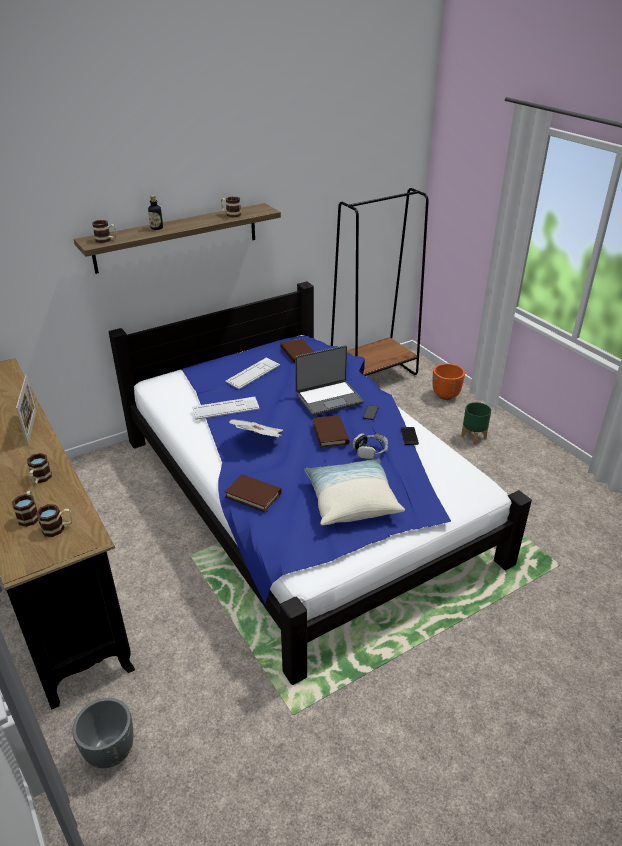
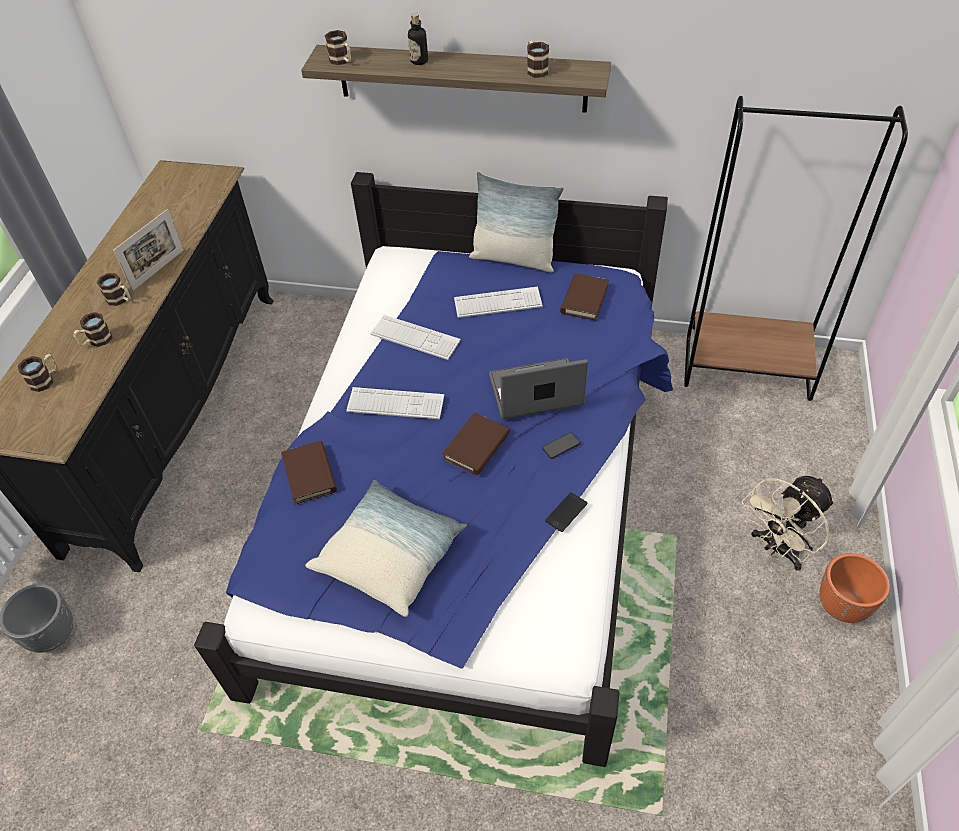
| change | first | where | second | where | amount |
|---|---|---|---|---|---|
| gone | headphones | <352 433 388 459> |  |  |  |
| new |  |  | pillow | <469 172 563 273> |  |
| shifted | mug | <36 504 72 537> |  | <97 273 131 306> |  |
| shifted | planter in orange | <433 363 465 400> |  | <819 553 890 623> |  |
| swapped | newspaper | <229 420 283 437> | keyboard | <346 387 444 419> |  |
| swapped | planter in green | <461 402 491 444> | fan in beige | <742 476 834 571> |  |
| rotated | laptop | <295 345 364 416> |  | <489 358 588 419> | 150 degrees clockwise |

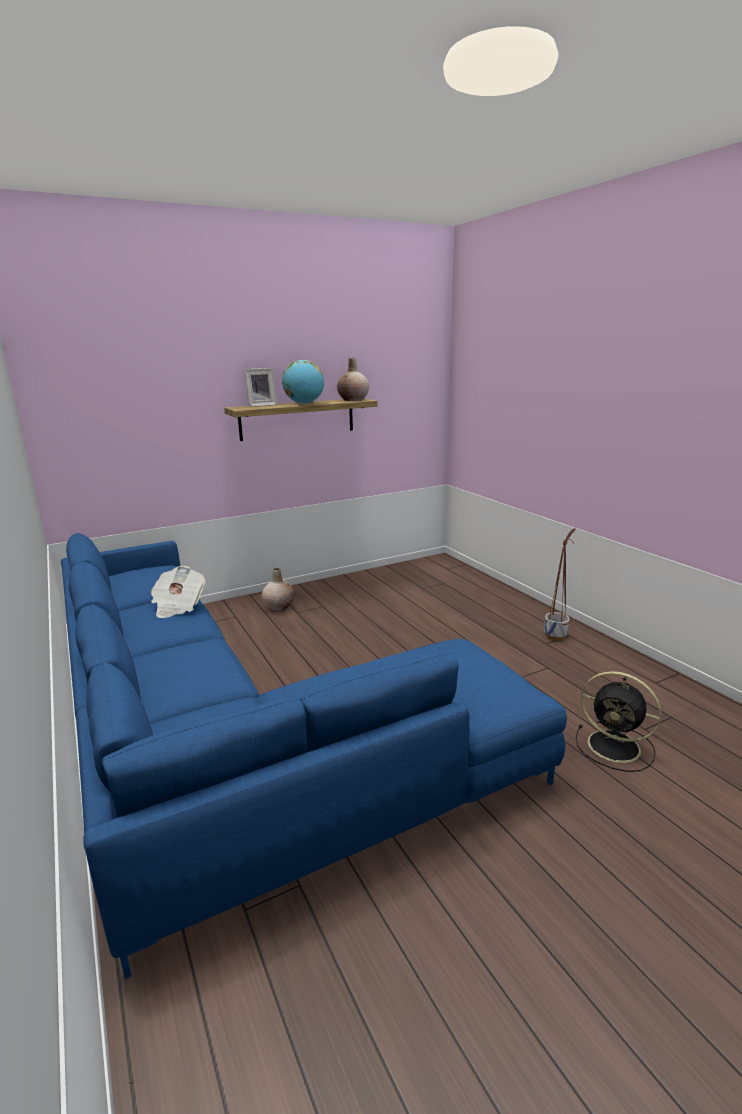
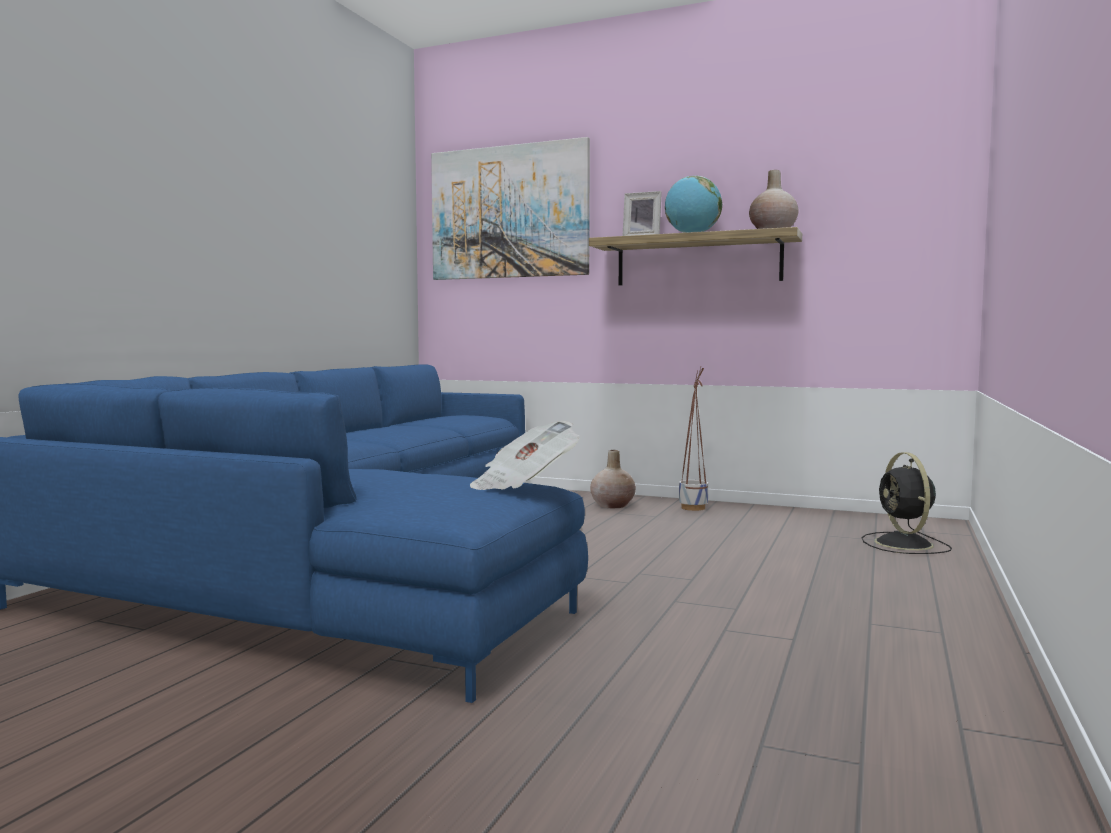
| change | first | where | second | where | amount |
|---|---|---|---|---|---|
| new |  |  | picture | <431 137 590 280> |  |
| shifted | newspaper | <151 566 206 618> |  | <470 421 579 490> |  |
| shifted | planter | <544 528 576 641> |  | <679 367 708 511> |  |
| shifted | fan in black | <576 671 661 772> |  | <861 452 952 554> |  |

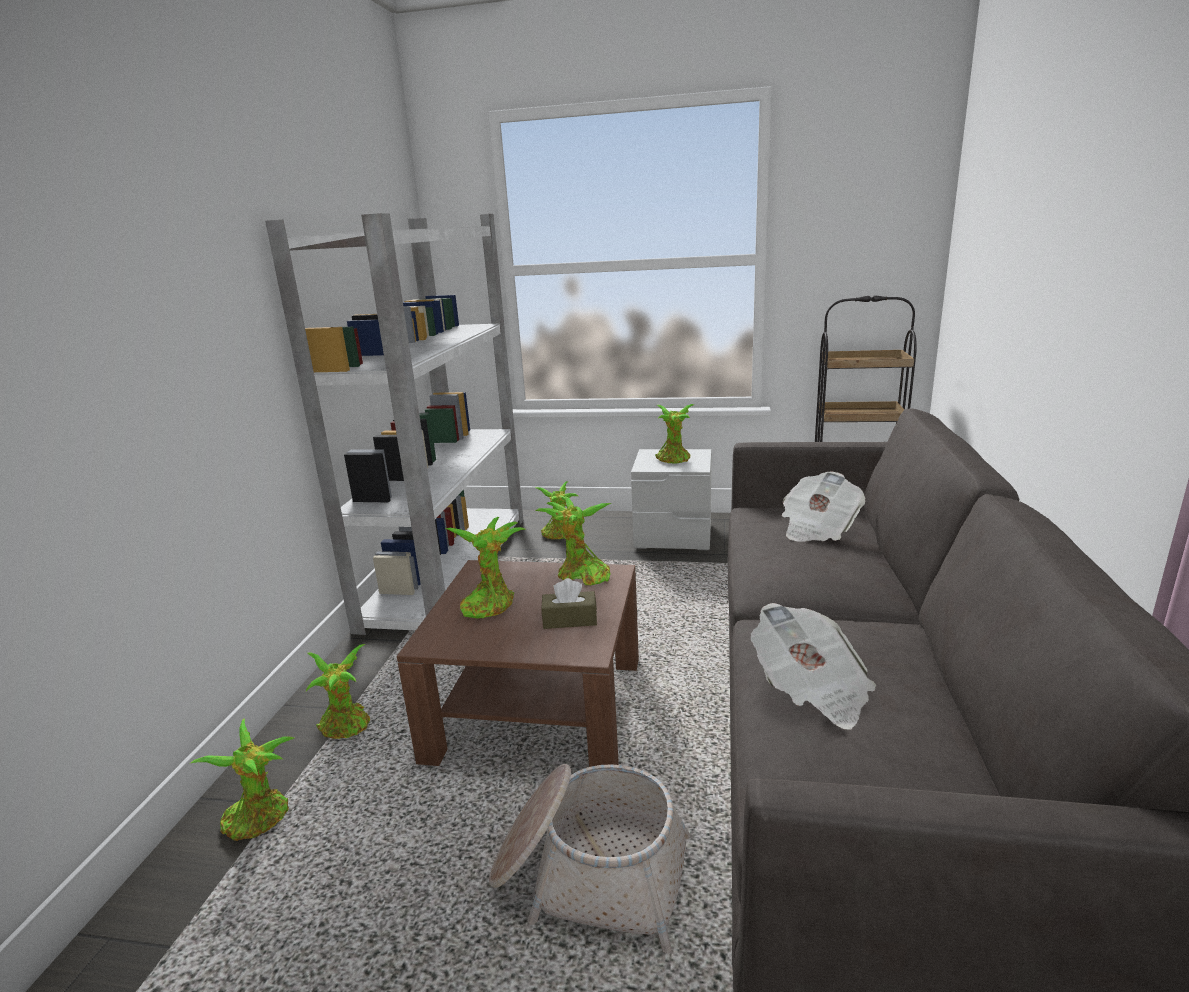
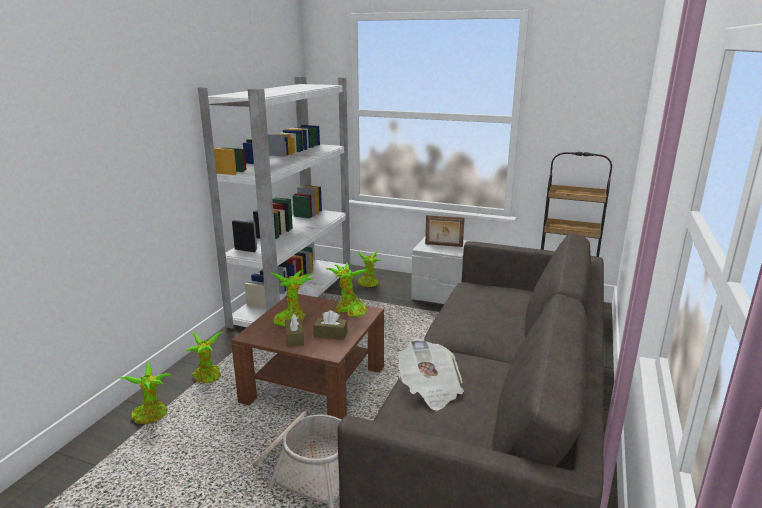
| change | first | where | second | where | amount |
|---|---|---|---|---|---|
| gone | newspaper | <782 471 865 542> |  |  |  |
| new |  |  | tissue box in brown | <285 314 304 347> |  |
| swapped | potted plant | <655 404 694 463> | picture frame | <425 215 465 247> |  |

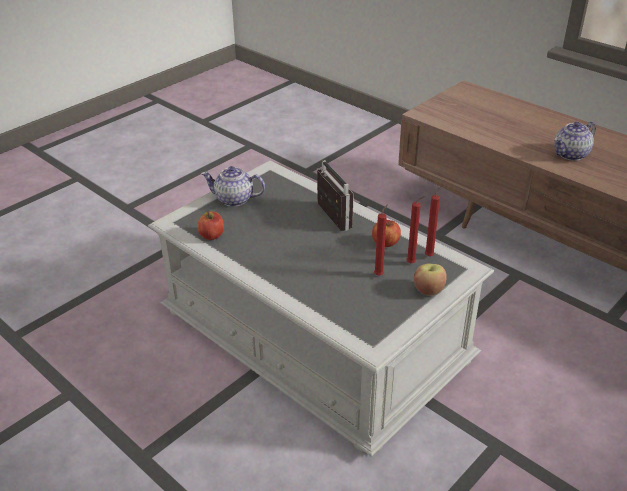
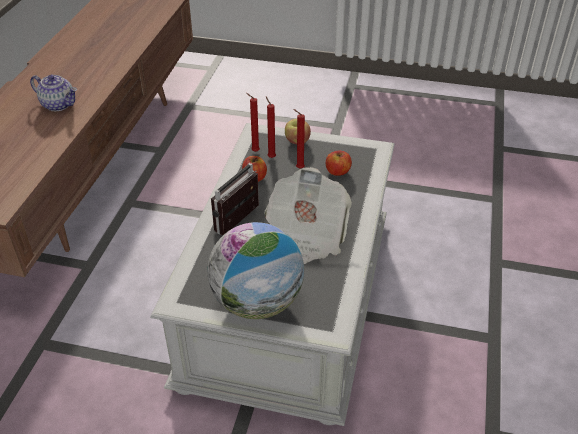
| change | first | where | second | where | amount |
|---|---|---|---|---|---|
| new |  |  | newspaper | <264 167 352 264> |  |
| shifted | apple | <197 211 224 240> |  | <326 151 352 176> |  |
| swapped | teapot | <201 166 265 207> | globe | <208 222 304 319> |  |

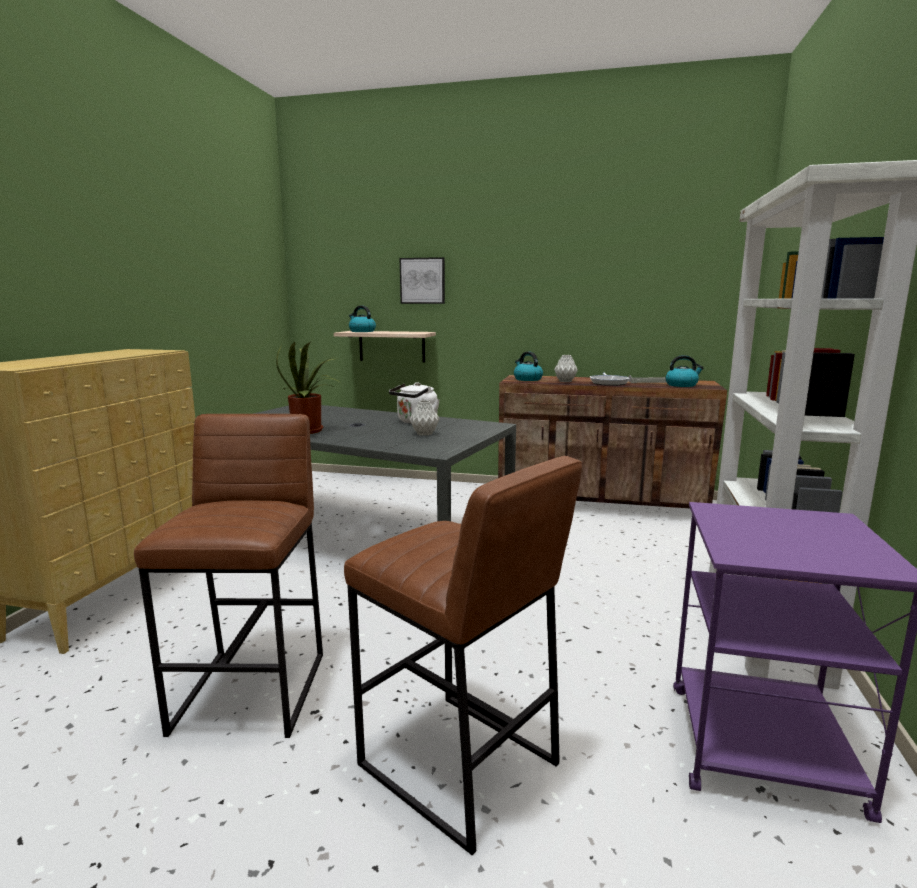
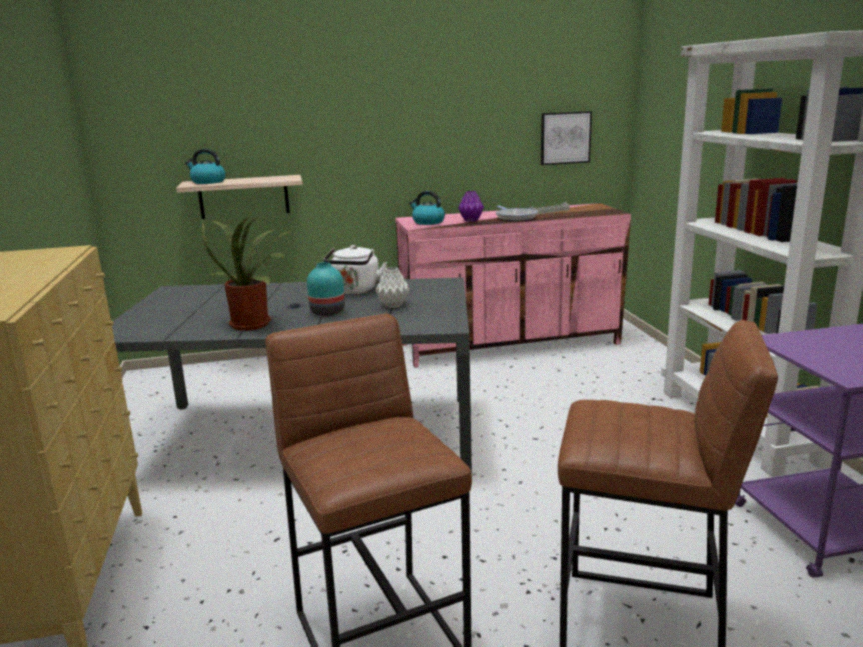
| change | first | where | second | where | amount |
|---|---|---|---|---|---|
| gone | kettle | <665 355 704 387> |  |  |  |
| new |  |  | vase in turquoise | <307 262 345 316> |  |
| shifted | picture | <400 257 445 304> |  | <541 111 592 165> |  |
| repainted | cabinet in brown | <498 375 727 508> | cabinet in pink | <395 203 631 368> |  |
| repainted | vase in grey | <554 355 578 382> | vase in purple | <458 191 484 222> |  |

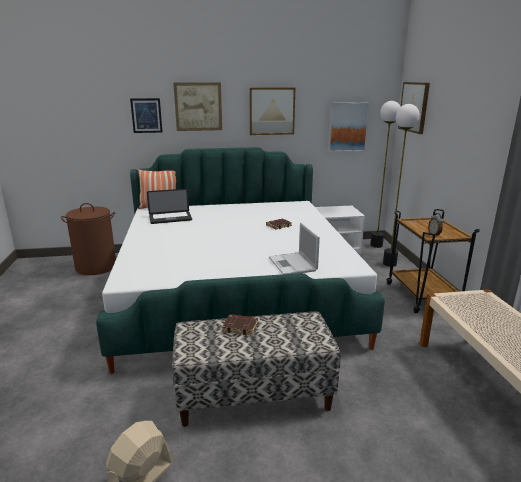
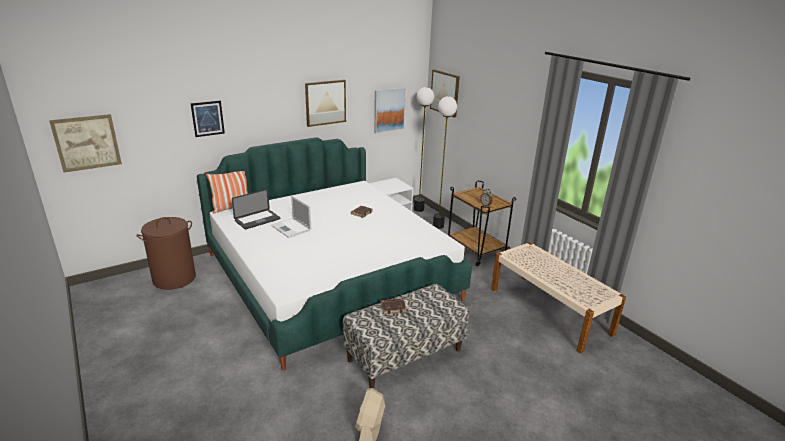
| change | first | where | second | where | amount |
|---|---|---|---|---|---|
| shifted | picture | <173 82 222 131> |  | <49 114 122 173> |  |
| shifted | laptop | <269 223 320 274> |  | <271 196 311 238> |  |

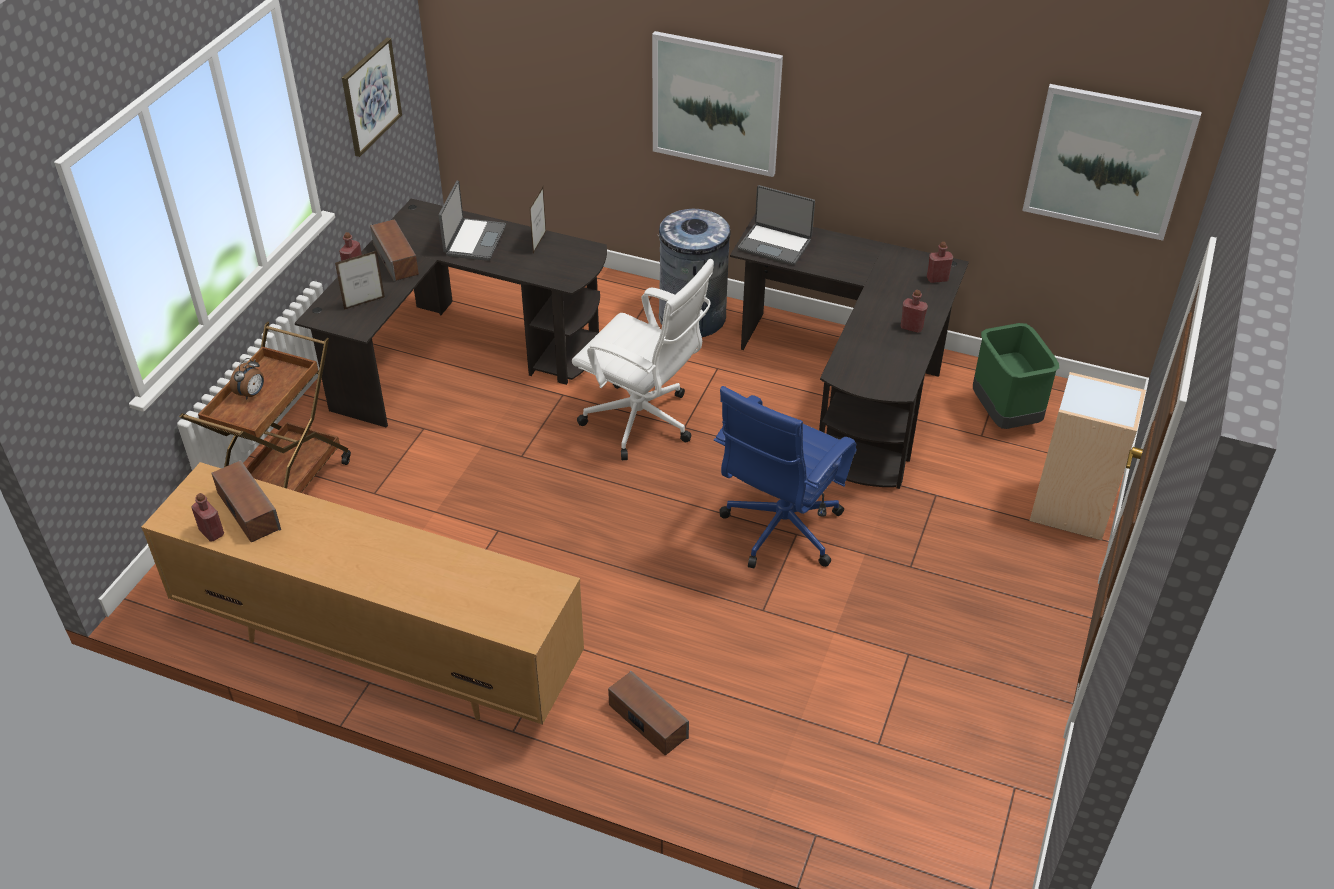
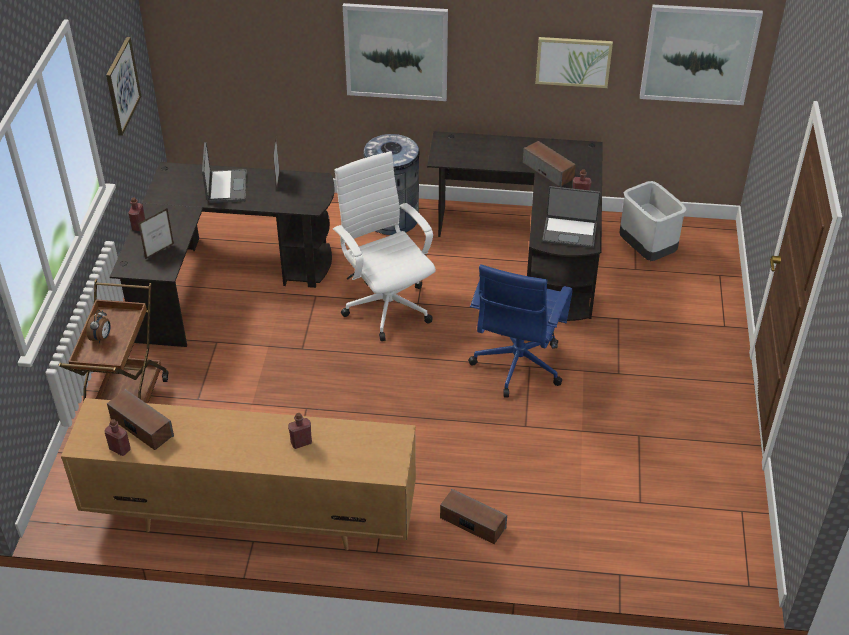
| change | first | where | second | where | amount |
|---|---|---|---|---|---|
| gone | bookcase | <1030 372 1146 540> |  |  |  |
| new |  |  | picture | <535 37 613 88> |  |
| shifted | speaker | <370 219 419 282> |  | <523 141 576 187> |  |
| shifted | laptop | <738 185 815 265> |  | <542 186 600 248> |  |
| shifted | bottle in red | <927 242 953 283> |  | <288 413 312 449> |  |
| repainted | trash can in green | <973 323 1059 429> | trash can in grey | <619 181 687 261> |  |
| rotated | office chair in white | <572 259 714 460> |  | <333 151 436 341> | 135 degrees counterclockwise |

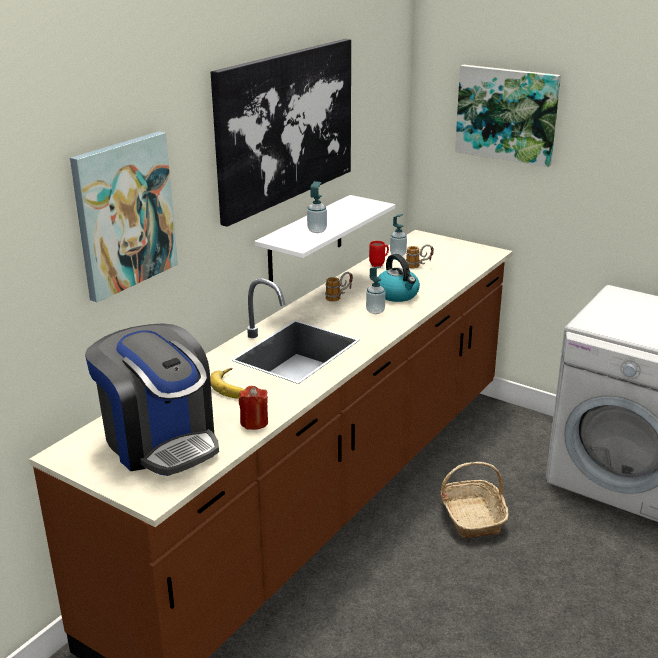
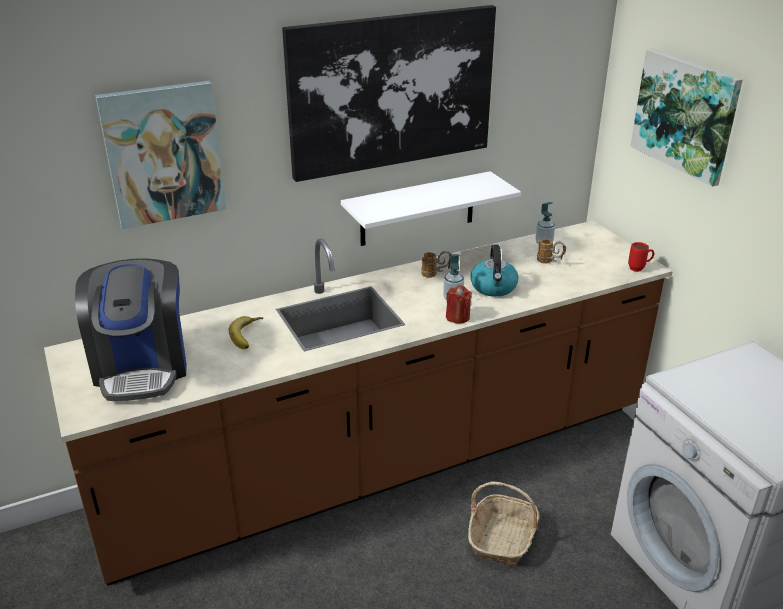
| change | first | where | second | where | amount |
|---|---|---|---|---|---|
| gone | soap dispenser | <307 181 327 233> |  |  |  |
| shifted | candle in red | <239 386 268 430> |  | <446 285 472 323> |  |
| shifted | mug in red | <369 241 389 267> |  | <628 242 654 272> |  |

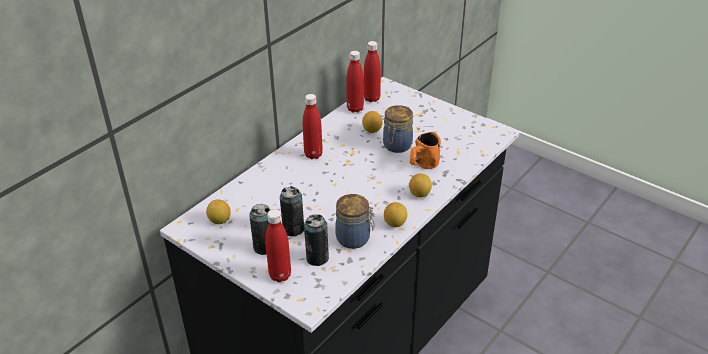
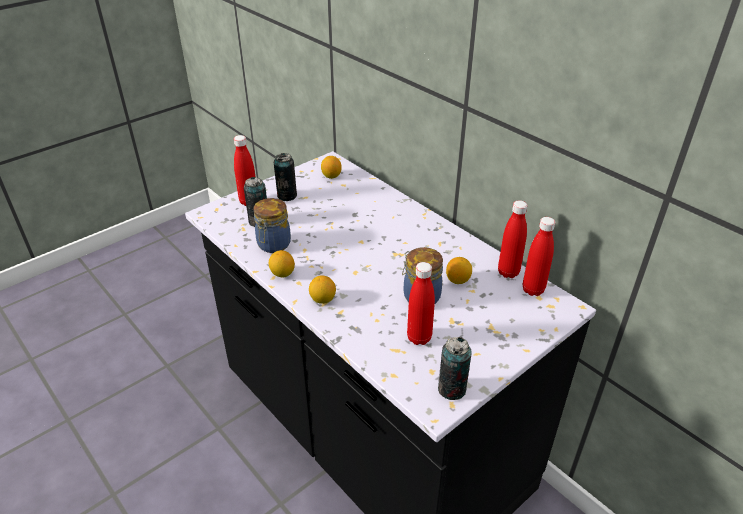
| change | first | where | second | where | amount |
|---|---|---|---|---|---|
| gone | mug in orange | <410 132 441 169> |  |  |  |
| shifted | can | <280 186 304 237> |  | <438 337 472 400> |  |
| shifted | bottle in red | <303 94 323 159> |  | <407 262 435 345> |  |

